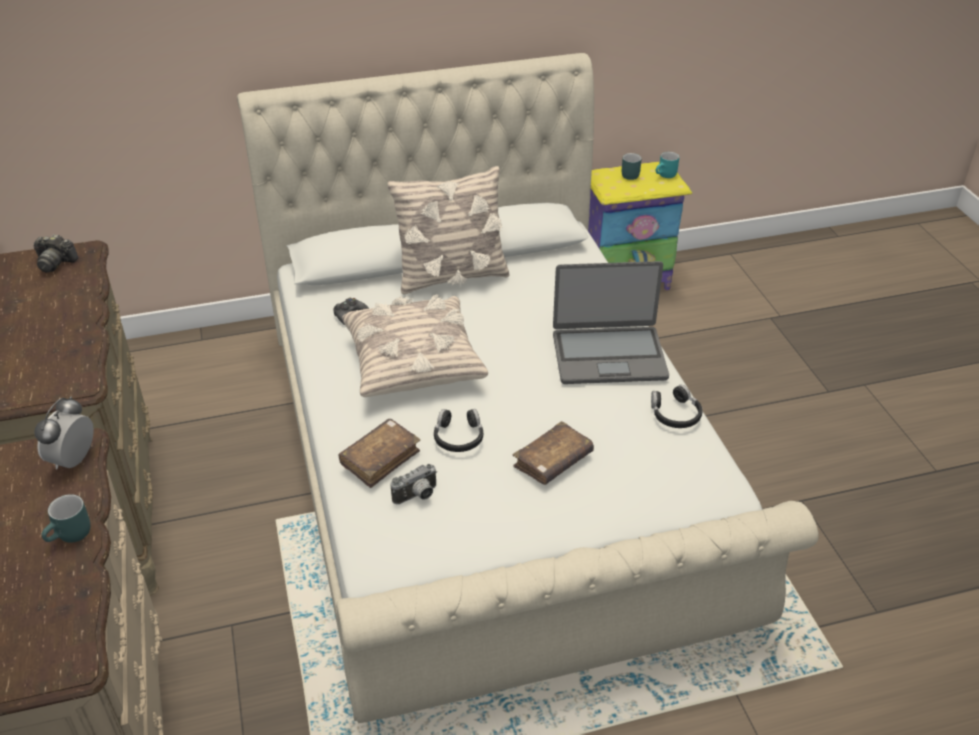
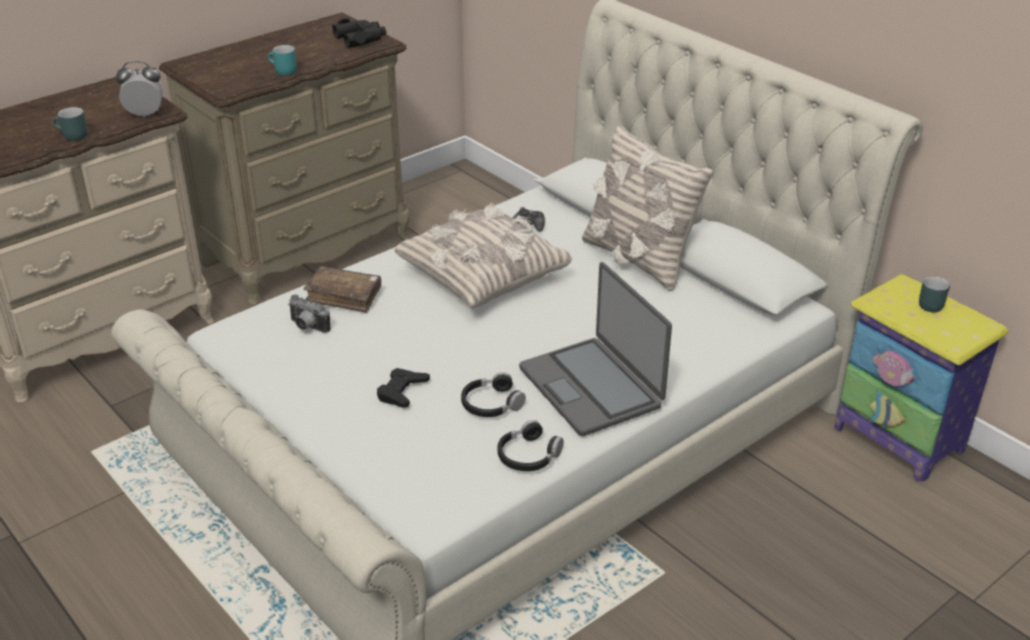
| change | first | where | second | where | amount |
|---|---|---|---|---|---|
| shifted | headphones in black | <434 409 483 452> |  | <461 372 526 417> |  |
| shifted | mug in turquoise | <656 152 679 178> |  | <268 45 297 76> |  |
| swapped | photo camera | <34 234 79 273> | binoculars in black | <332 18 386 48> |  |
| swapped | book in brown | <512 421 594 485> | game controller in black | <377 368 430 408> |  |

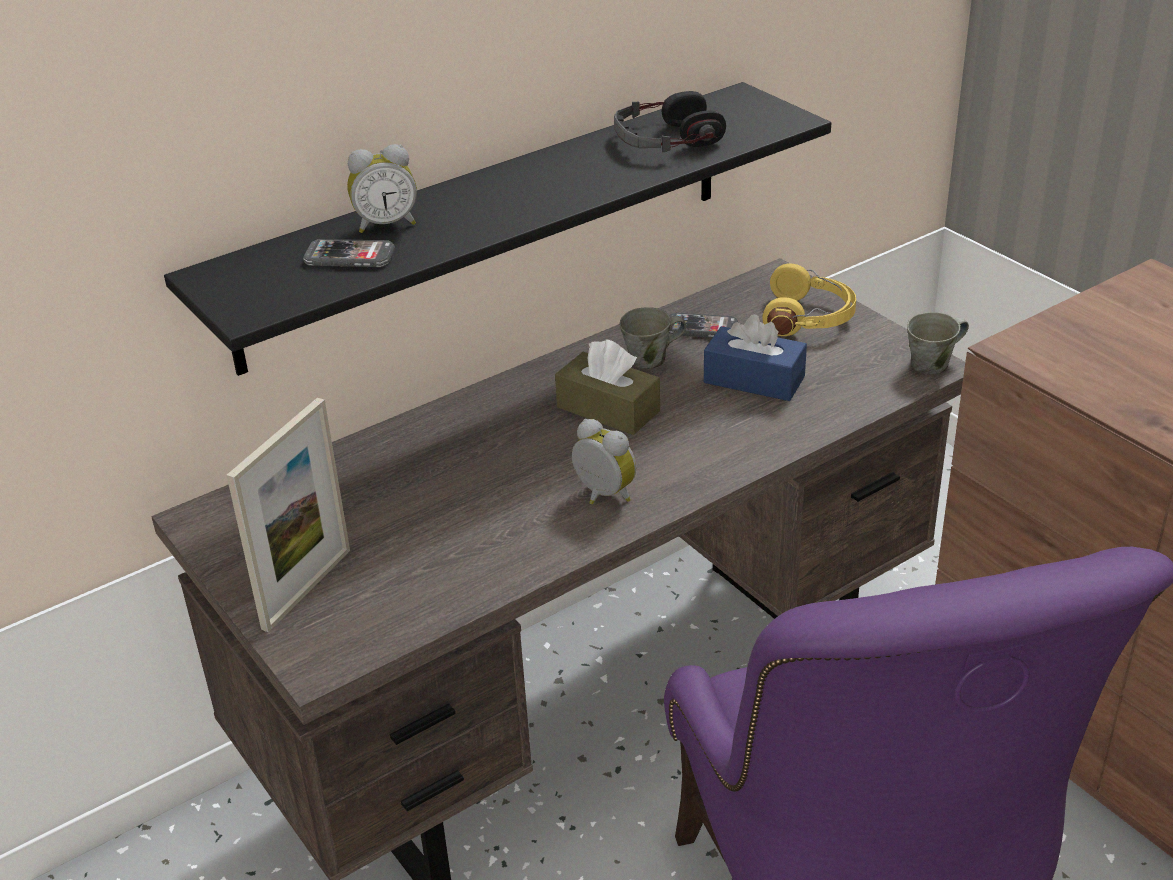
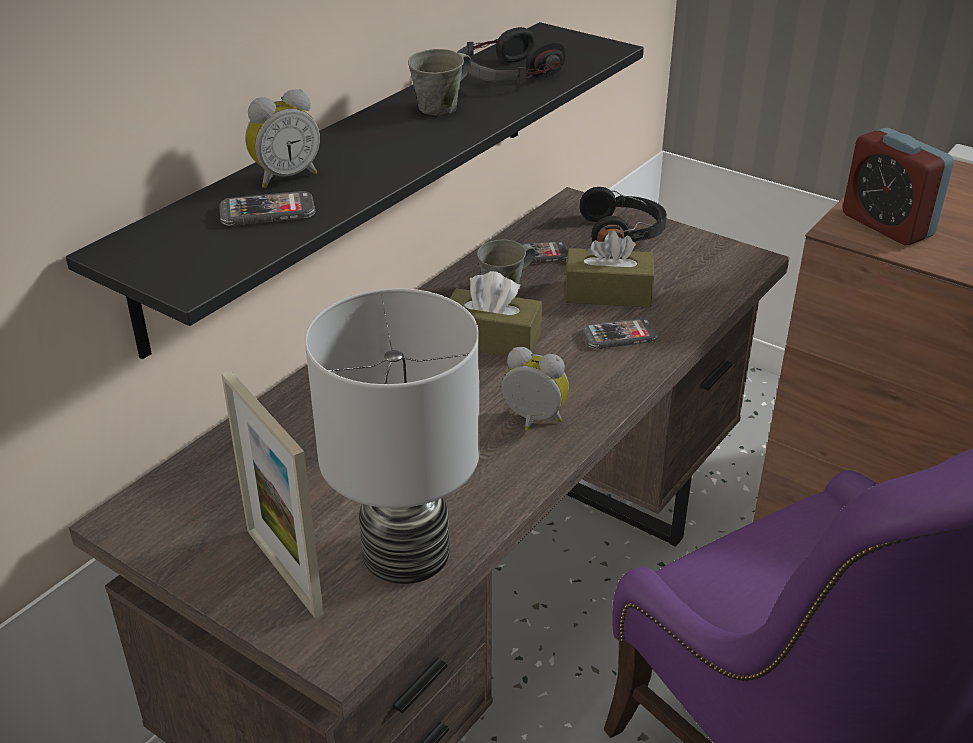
| change | first | where | second | where | amount |
|---|---|---|---|---|---|
| new |  |  | table lamp in grey | <305 288 479 584> |  |
| new |  |  | phone | <581 318 658 349> |  |
| new |  |  | alarm clock | <843 128 954 245> |  |
| shifted | mug in grey | <907 312 969 375> |  | <408 49 471 116> |  |
| repainted | tissue box in blue | <704 314 807 401> | tissue box in brown | <565 231 654 307> |  |
| repainted | headphones in yellow | <762 264 856 336> | headphones in black | <580 187 667 242> |  |
| rotated | picture frame | <227 398 350 632> |  | <221 370 324 618> | 135 degrees clockwise |

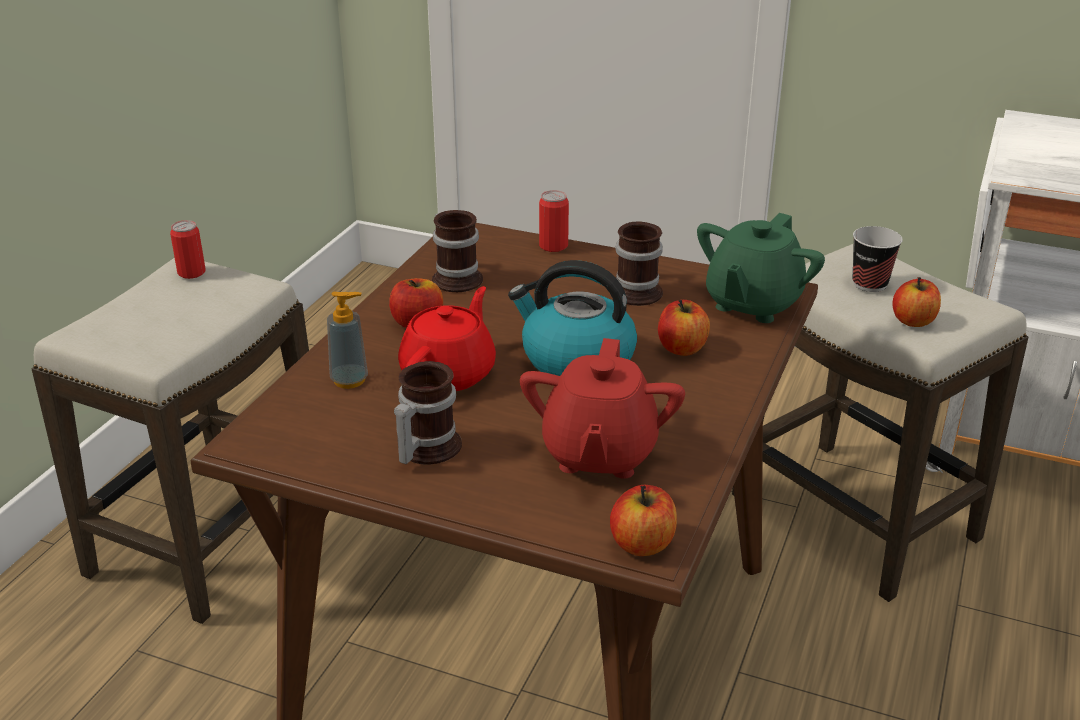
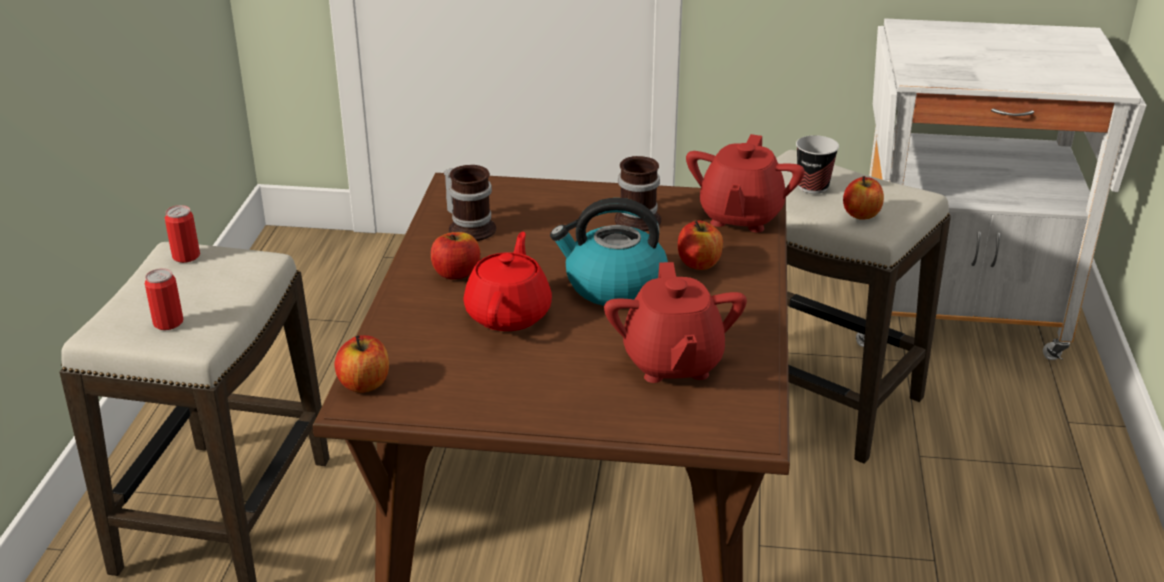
| change | first | where | second | where | amount |
|---|---|---|---|---|---|
| gone | soap dispenser | <327 292 368 389> |  |  |  |
| gone | mug | <394 361 462 464> |  |  |  |
| shifted | can | <539 190 569 252> |  | <145 268 183 330> |  |
| shifted | apple | <610 484 677 556> |  | <335 335 389 393> |  |
| repainted | teapot in green | <697 213 825 323> | teapot in red | <686 134 805 233> |  |

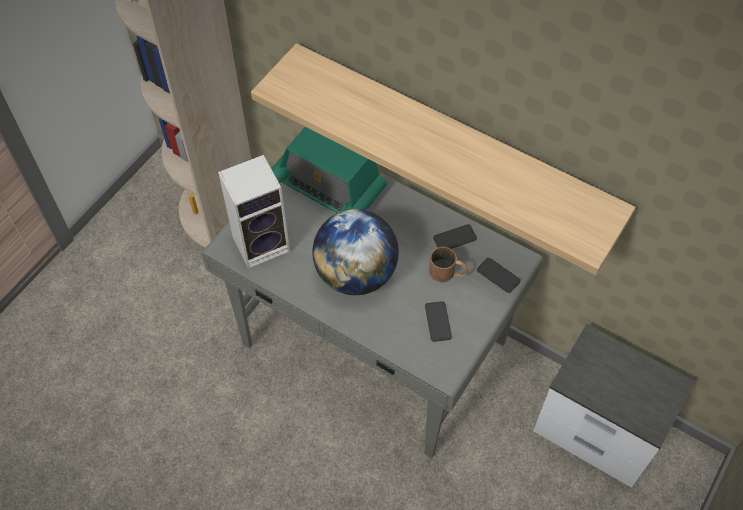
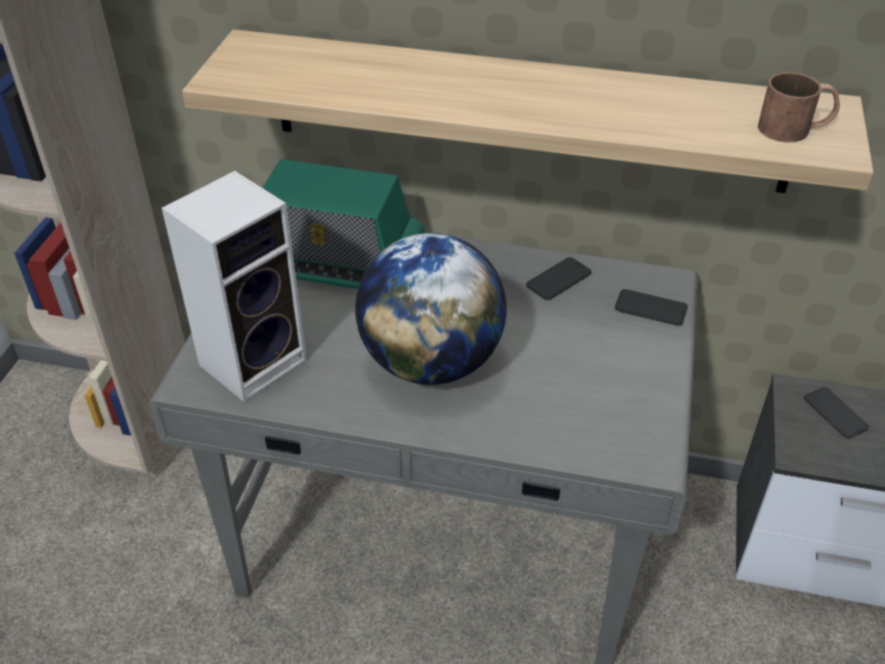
| change | first | where | second | where | amount |
|---|---|---|---|---|---|
| shifted | phone | <425 301 452 342> |  | <804 387 869 439> |  |
| shifted | mug in brown | <429 247 468 282> |  | <758 72 840 142> |  |

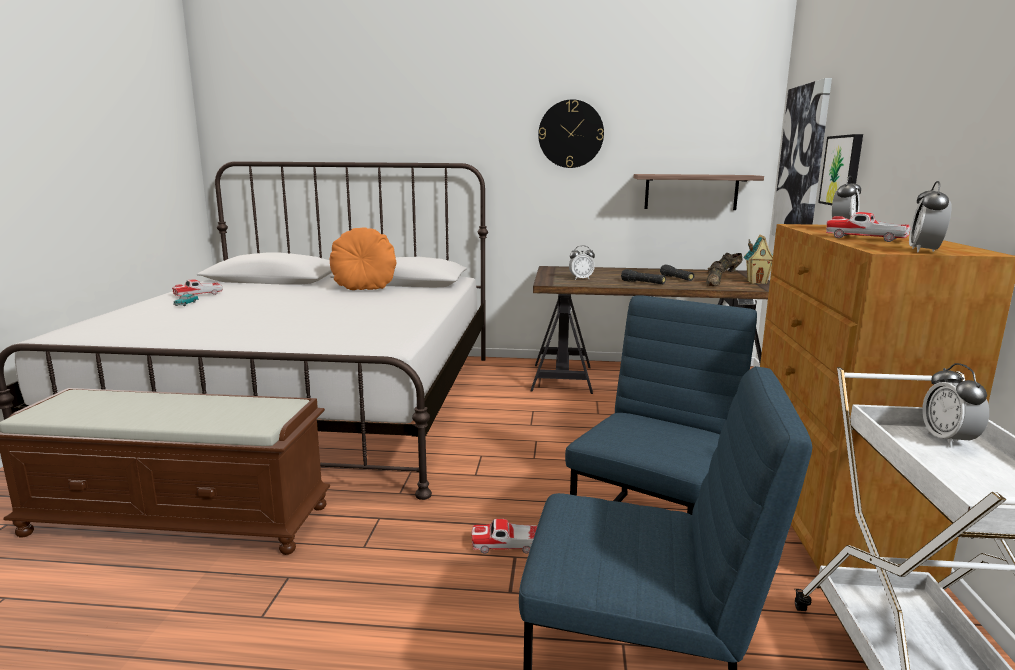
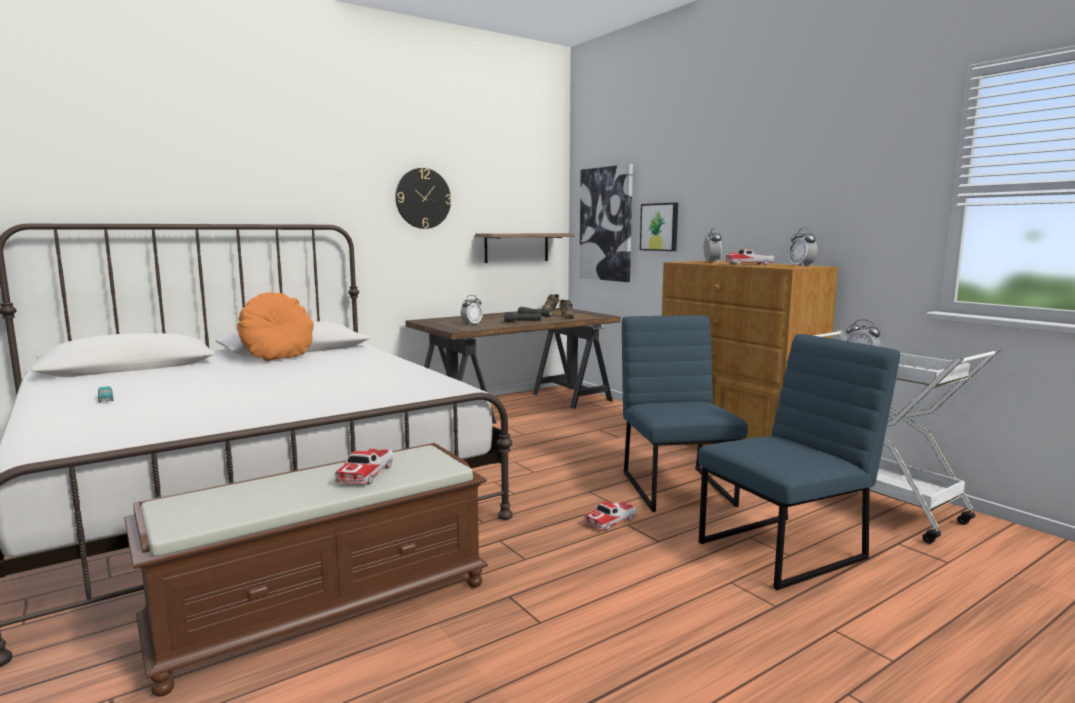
| change | first | where | second | where | amount |
|---|---|---|---|---|---|
| gone | toy house | <743 235 773 284> |  |  |  |
| shifted | toy car | <172 279 223 296> |  | <335 449 394 484> |  |

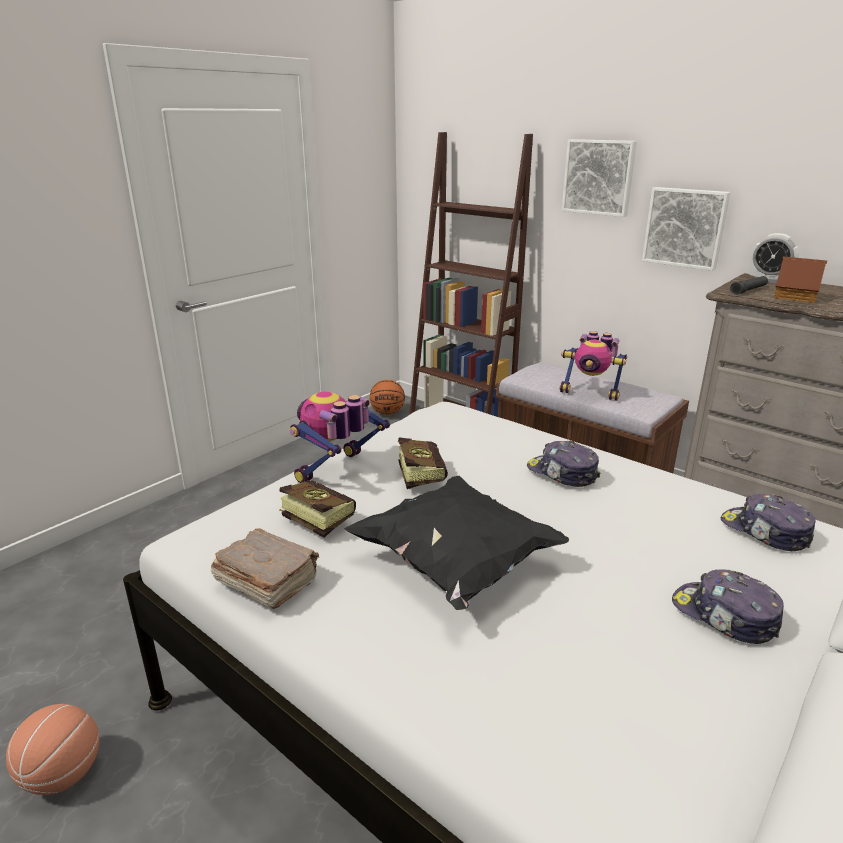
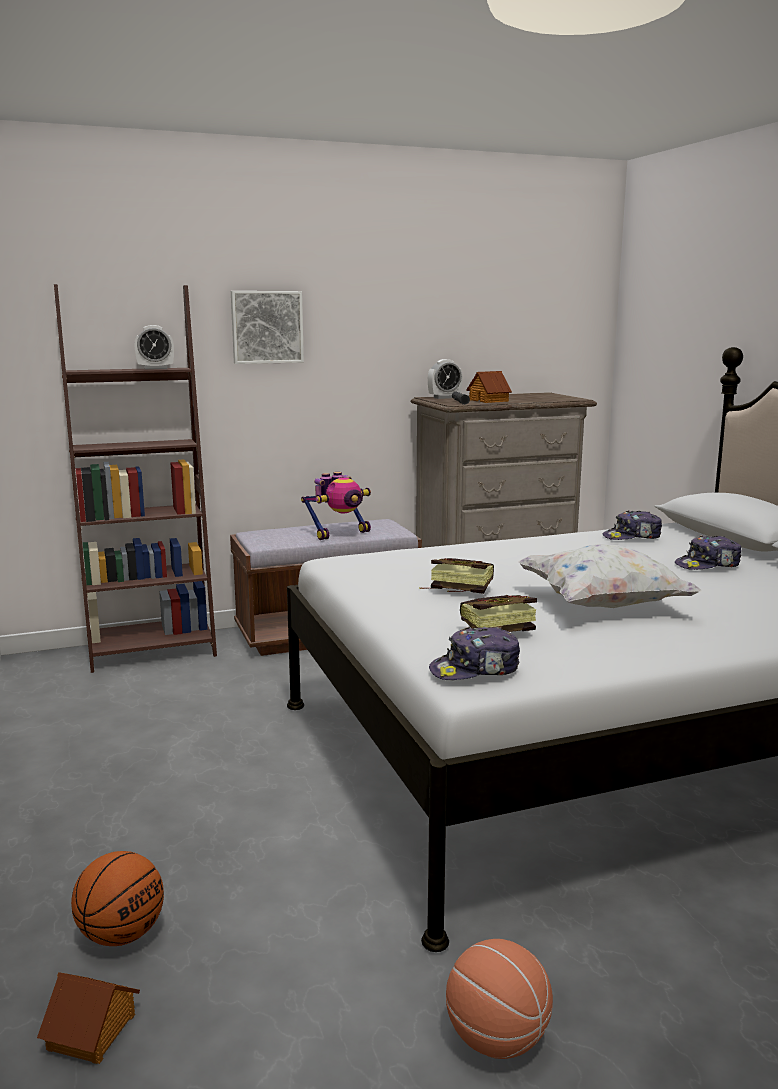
| change | first | where | second | where | amount |
|---|---|---|---|---|---|
| gone | book in brown | <211 528 319 609> |  |  |  |
| gone | toy robot | <290 391 390 483> |  |  |  |
| gone | picture | <642 187 731 271> |  |  |  |
| new |  |  | toy house | <37 972 140 1064> |  |
| new |  |  | alarm clock | <134 325 174 369> |  |
| shifted | basketball | <370 380 405 415> |  | <71 851 164 946> |  |
| shifted | cap | <527 441 600 487> |  | <429 627 520 680> |  |
| repainted | pillow in black | <344 476 569 610> | pillow in white | <518 544 702 608> |  |

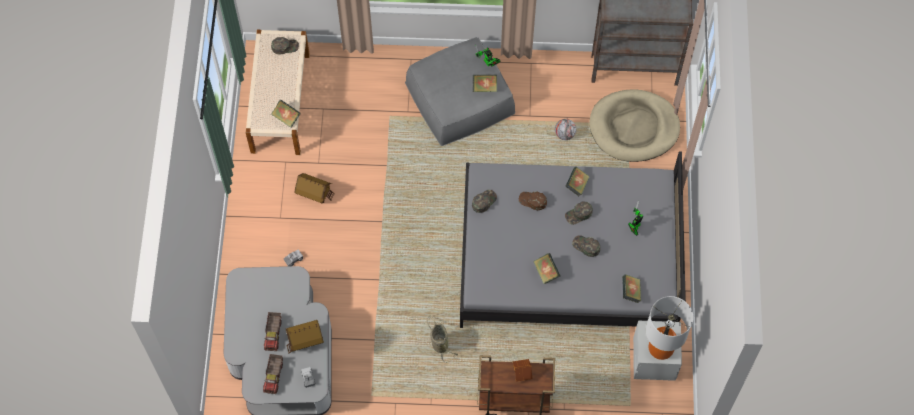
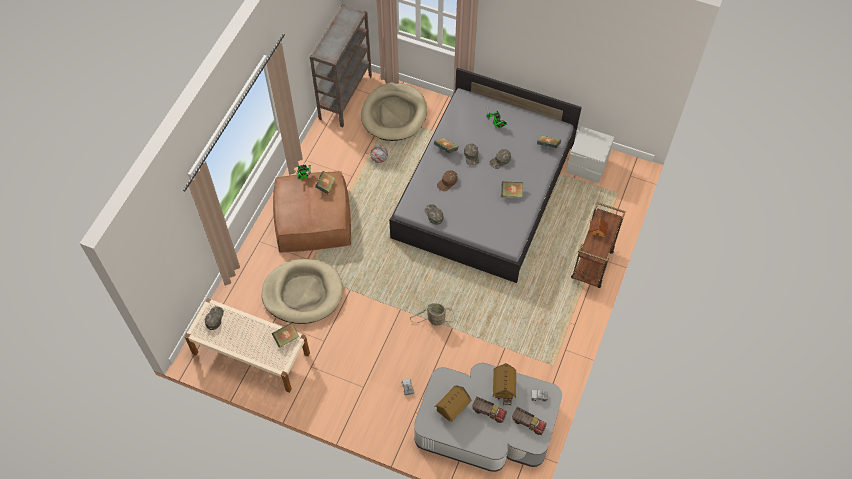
| change | first | where | second | where | amount |
|---|---|---|---|---|---|
| gone | table lamp | <646 296 693 360> |  |  |  |
| new |  |  | dog bed in beige | <262 259 343 324> |  |
| shifted | toy house | <294 173 334 204> |  | <435 386 472 422> |  |
| shifted | basket | <427 315 459 363> |  | <410 303 455 326> |  |
| repainted | ottoman in grey | <405 37 515 146> | ottoman in brown | <273 171 351 253> |  |

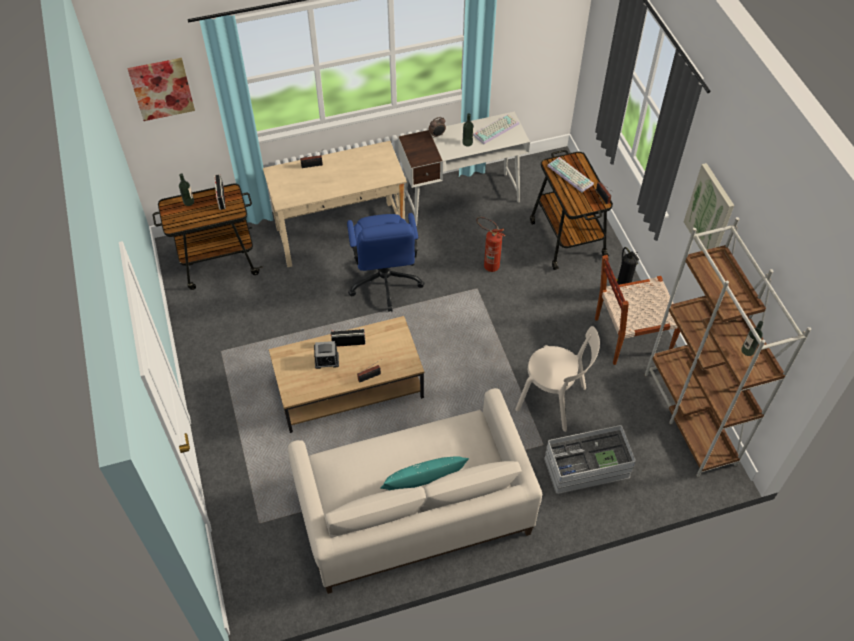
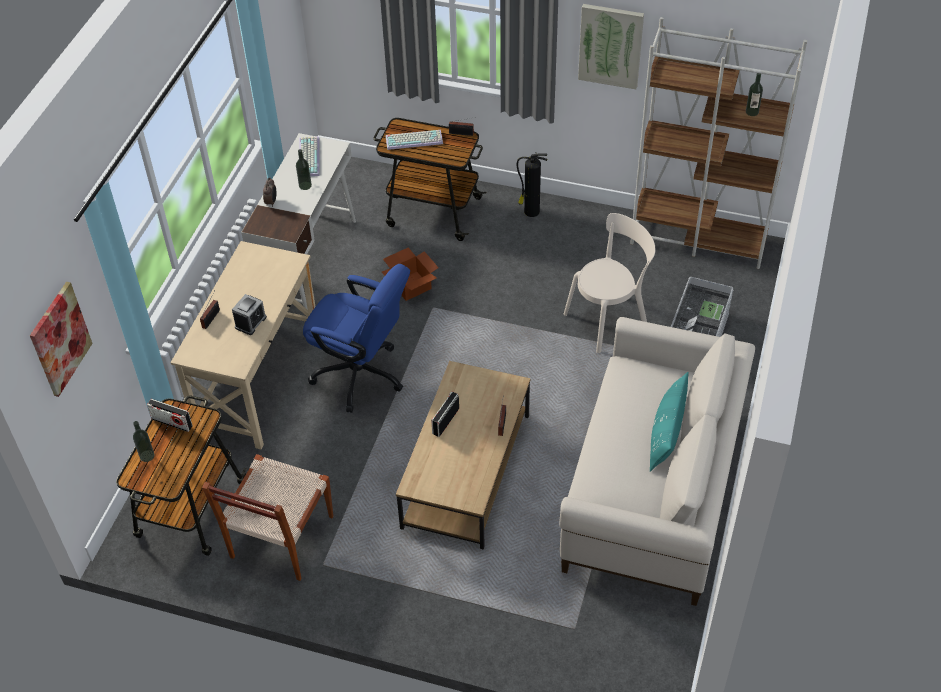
| change | first | where | second | where | amount |
|---|---|---|---|---|---|
| shifted | alarm clock | <314 341 339 369> |  | <232 294 267 335> |  |
| shifted | chair | <595 255 680 365> |  | <202 454 333 581> |  |
| swapped | fire extinguisher | <476 217 505 272> | cardboard box | <382 247 439 301> |  |

